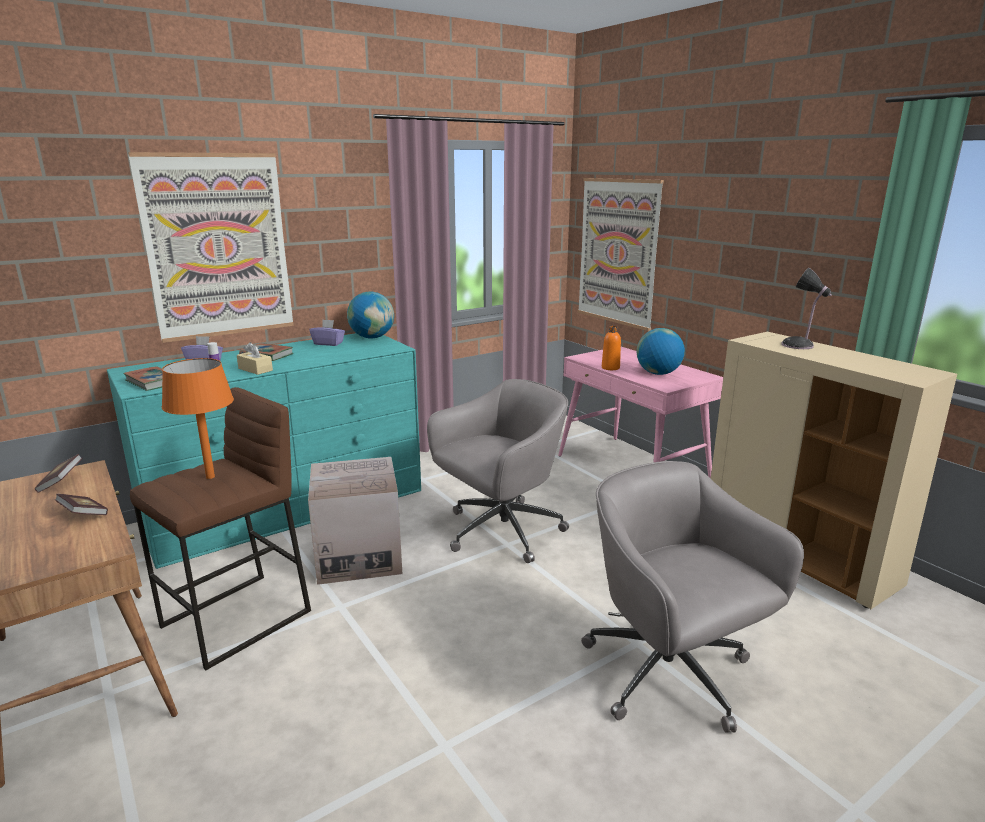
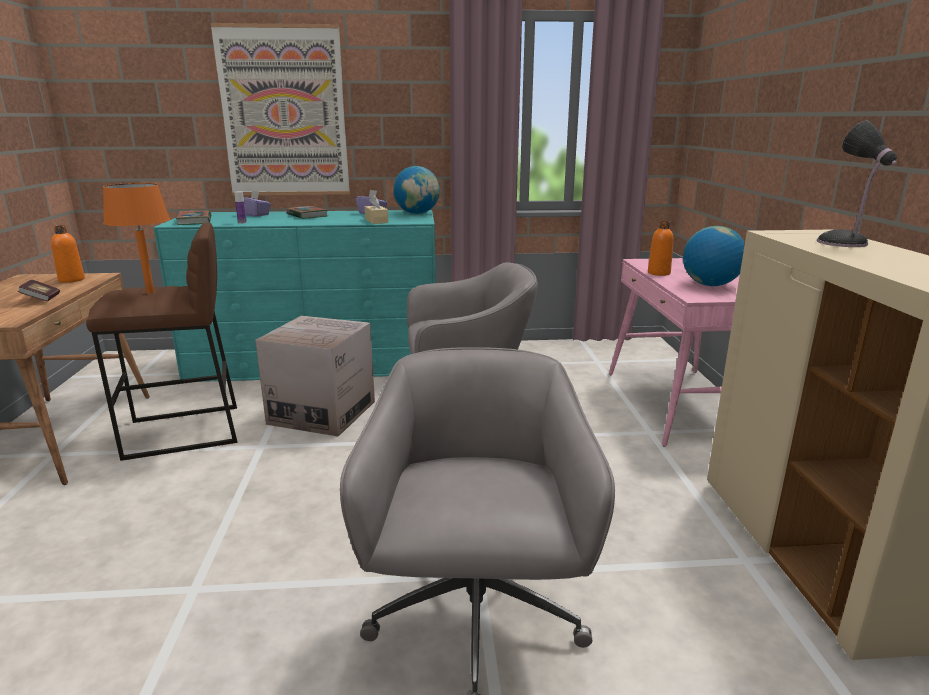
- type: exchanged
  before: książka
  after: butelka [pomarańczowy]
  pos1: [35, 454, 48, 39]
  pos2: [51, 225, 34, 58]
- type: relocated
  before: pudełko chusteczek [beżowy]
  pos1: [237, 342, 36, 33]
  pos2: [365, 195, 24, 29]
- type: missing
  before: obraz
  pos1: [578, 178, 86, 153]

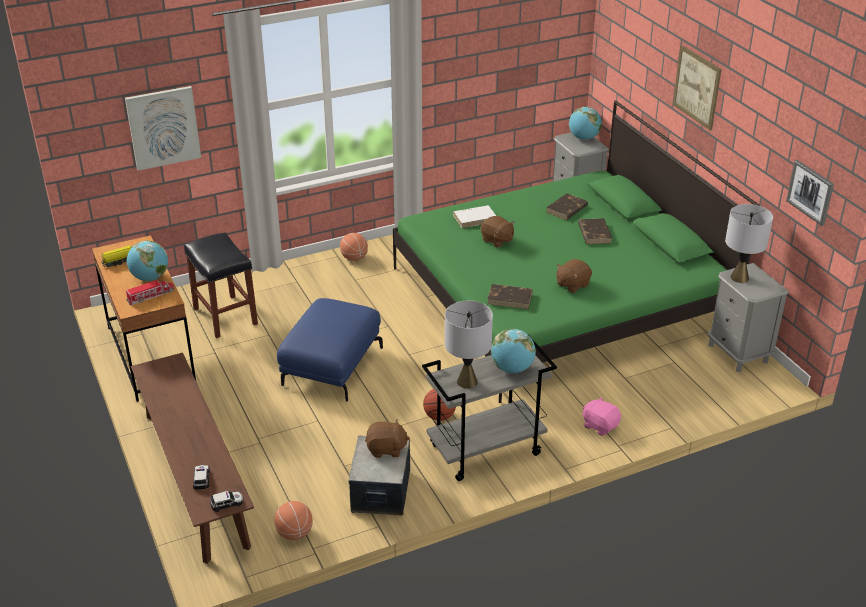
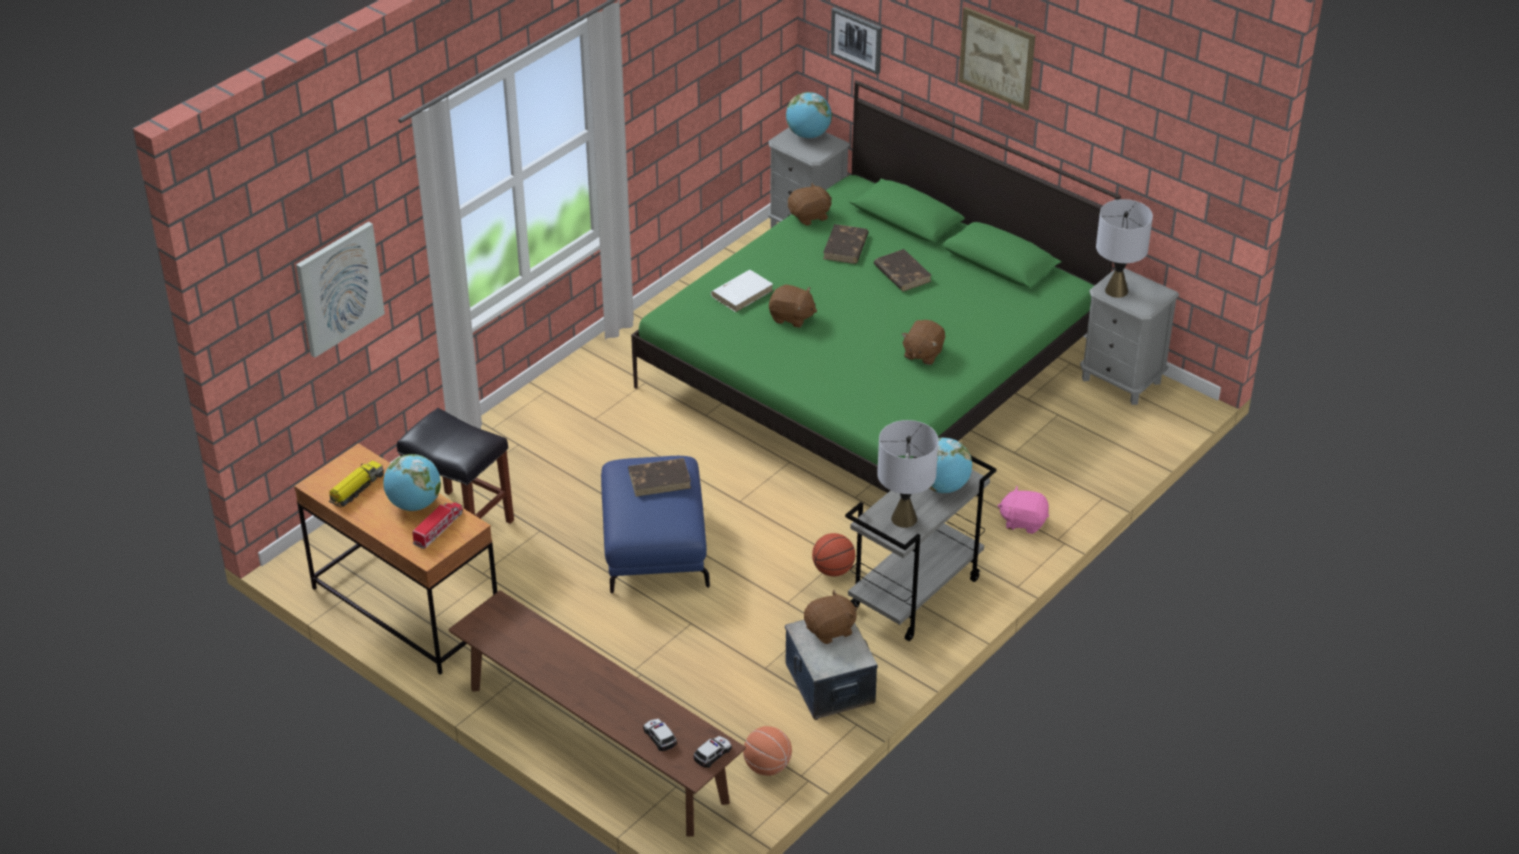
- type: missing
  before: piłka do koszykówki
  pos1: [340, 233, 28, 28]
- type: relocated
  before: książka [brązowy]
  pos1: [487, 284, 46, 25]
  pos2: [628, 458, 63, 39]
- type: relocated
  before: obraz
  pos1: [786, 160, 48, 66]
  pos2: [831, 7, 51, 68]
- type: appeared
  after: pluszak [brązowy]
  pos2: [788, 183, 44, 43]

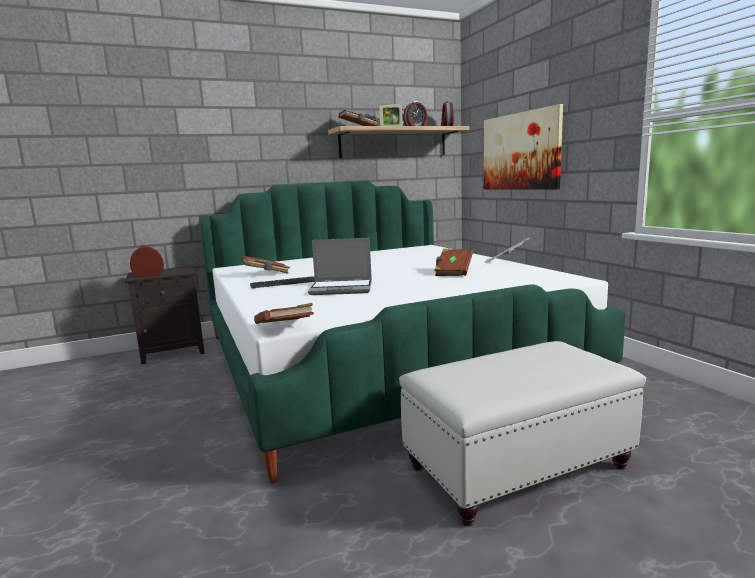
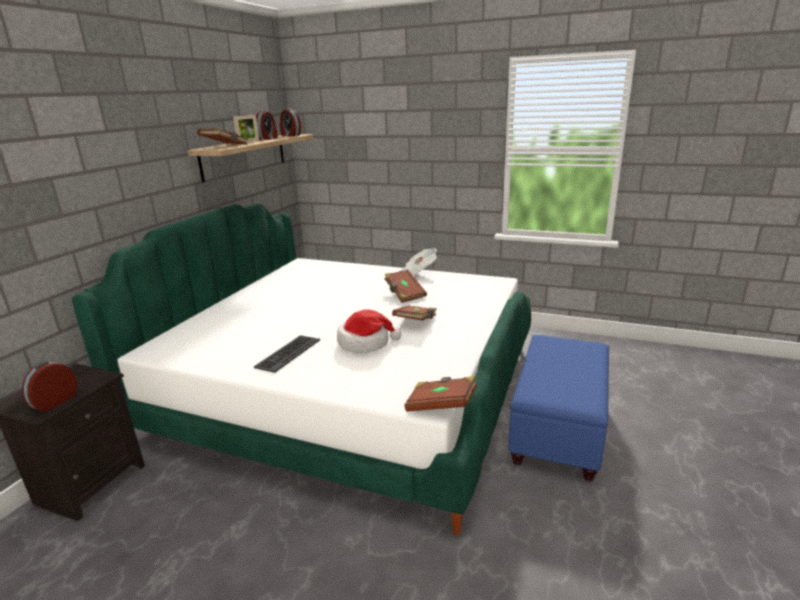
- type: relocated
  before: książka [brązowy]
  pos1: [242, 256, 48, 18]
  pos2: [392, 306, 45, 15]
- type: exchanged
  before: laptop
  after: kapelusz
  pos1: [308, 238, 64, 57]
  pos2: [337, 309, 64, 44]
- type: colour
  before: pufa [biały]
  after: pufa [niebieski]
  pos1: [399, 341, 247, 185]
  pos2: [508, 335, 101, 146]
- type: missing
  before: obraz
  pos1: [484, 104, 79, 85]

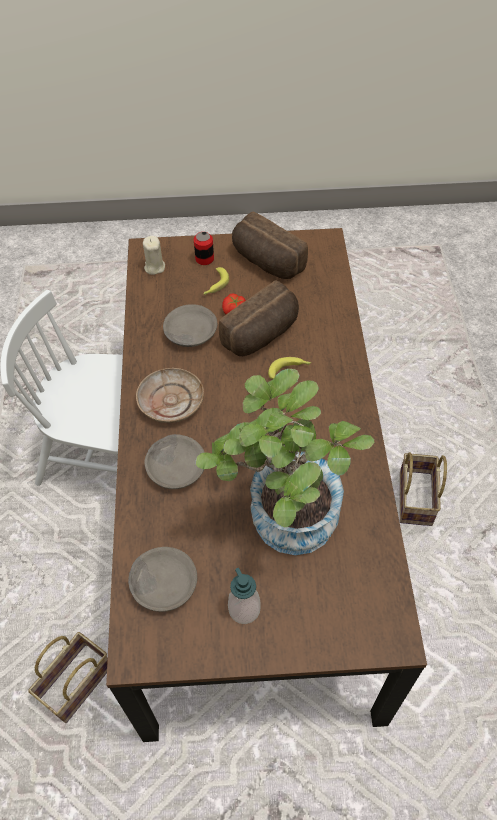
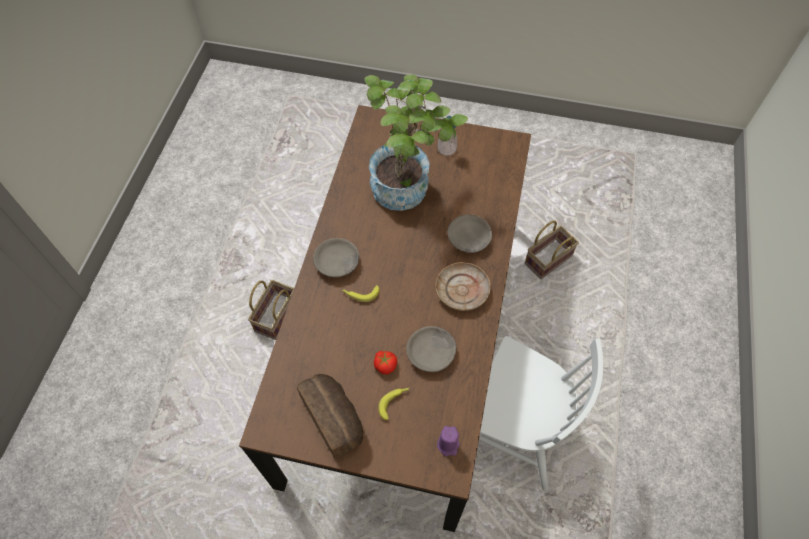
- type: relocated
  before: miska [szary]
  pos1: [128, 547, 69, 65]
  pos2: [313, 238, 46, 40]
- type: colour
  before: świeca [beżowy]
  after: świeca [fioletowy]
  pos1: [143, 236, 22, 39]
  pos2: [437, 426, 22, 30]
- type: missing
  before: puszka
  pos1: [194, 232, 20, 33]
- type: missing
  before: chleb
  pos1: [219, 280, 80, 76]

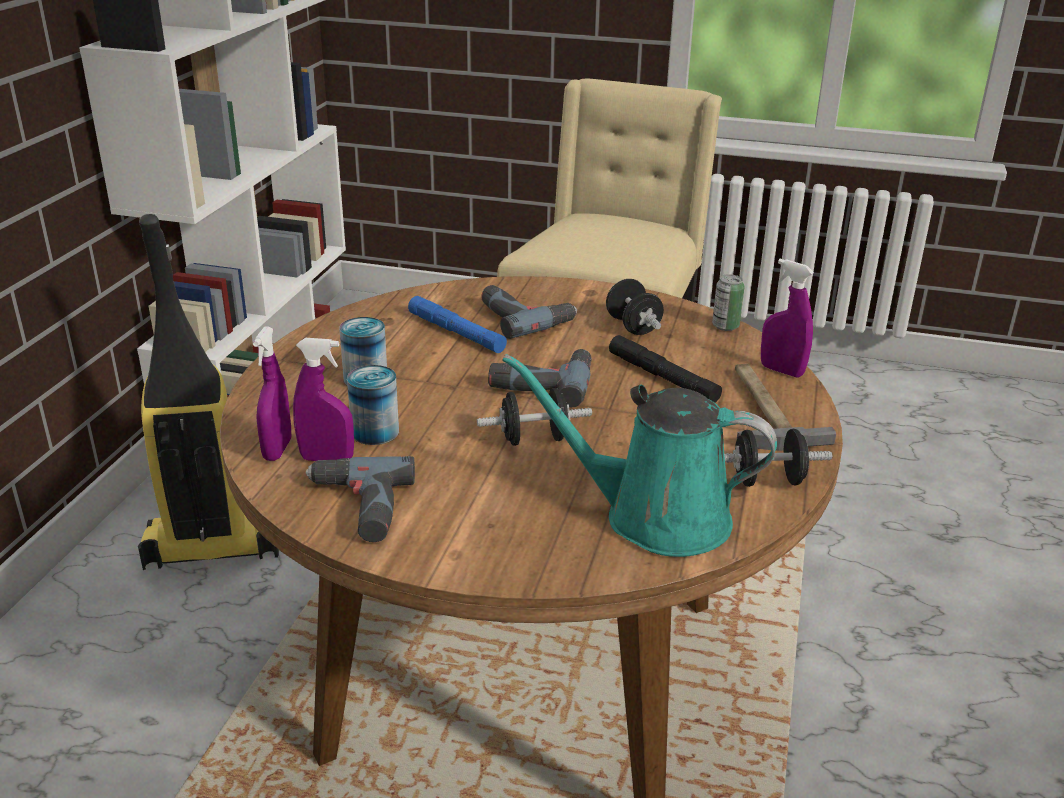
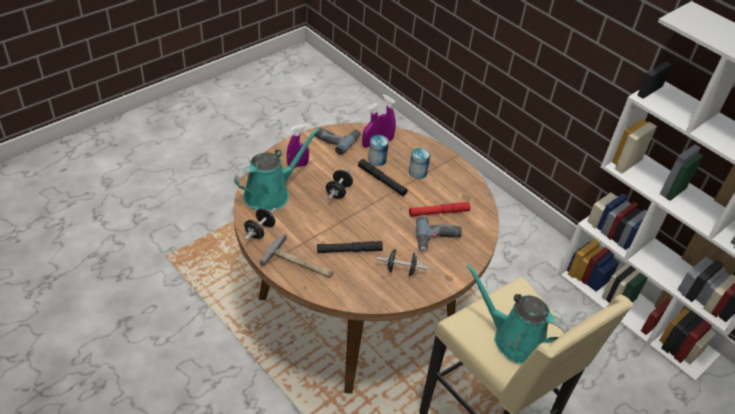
- type: missing
  before: odkurzacz
  pos1: [138, 214, 141, 356]
- type: colour
  before: latarka [niebieski]
  after: latarka [czerwony]
  pos1: [408, 296, 99, 57]
  pos2: [409, 202, 61, 15]
- type: missing
  before: wiertarka
  pos1: [488, 349, 104, 58]
- type: missing
  before: puszka
  pos1: [712, 274, 32, 57]
- type: relocated
  before: spryskiwacz [fioletowy]
  pos1: [761, 259, 53, 119]
  pos2: [287, 125, 22, 43]
- type: appeared
  after: latarka [czarny]
  pos2: [358, 159, 50, 37]
- type: appeared
  after: konewka [turkusowy]
  pos2: [466, 264, 103, 100]

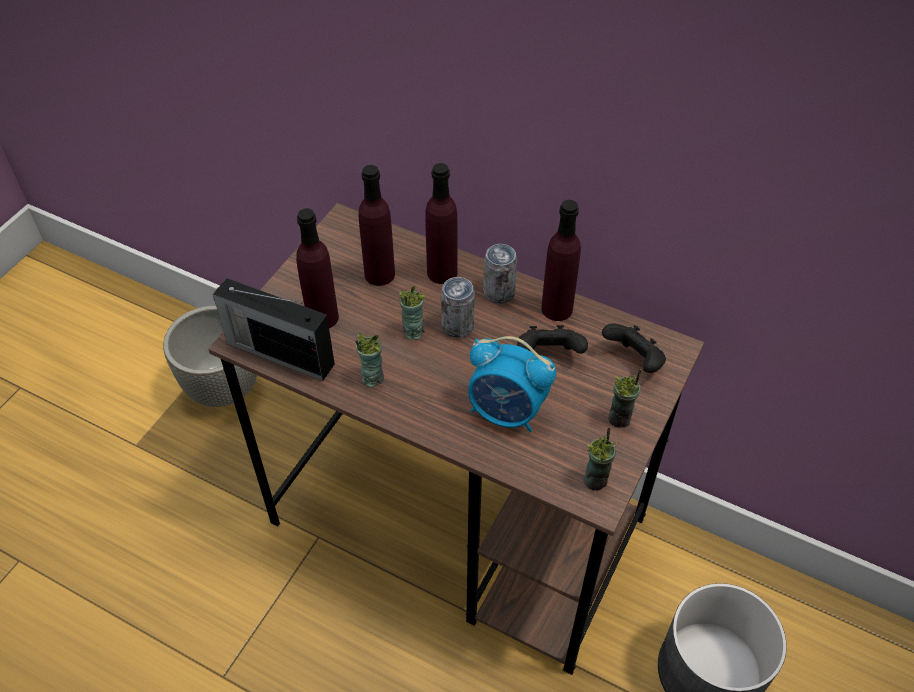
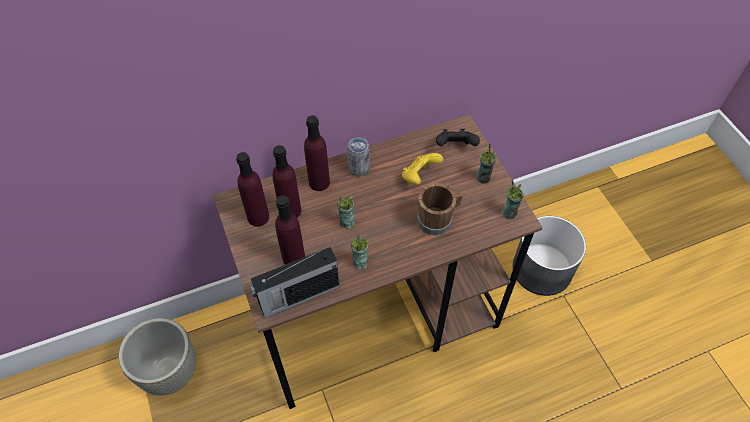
- type: missing
  before: puszka
  pos1: [441, 277, 34, 61]
- type: exchanged
  before: budzik
  after: kubek [brązowy]
  pos1: [468, 336, 88, 96]
  pos2: [417, 183, 46, 53]
- type: colour
  before: pad do gier [czarny]
  after: pad do gier [żółty]
  pos1: [517, 325, 71, 29]
  pos2: [402, 153, 41, 32]
- type: relocated
  before: butelka [fioletowy]
  pos1: [541, 200, 40, 121]
  pos2: [236, 152, 33, 75]

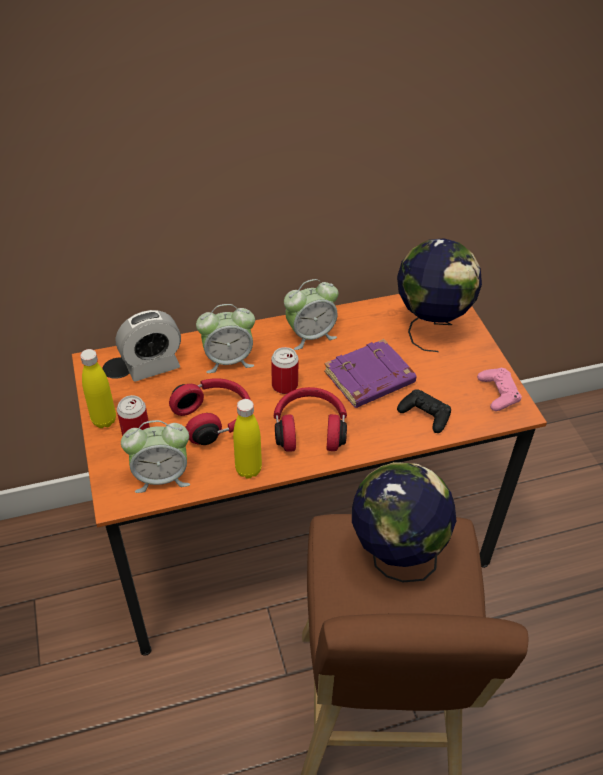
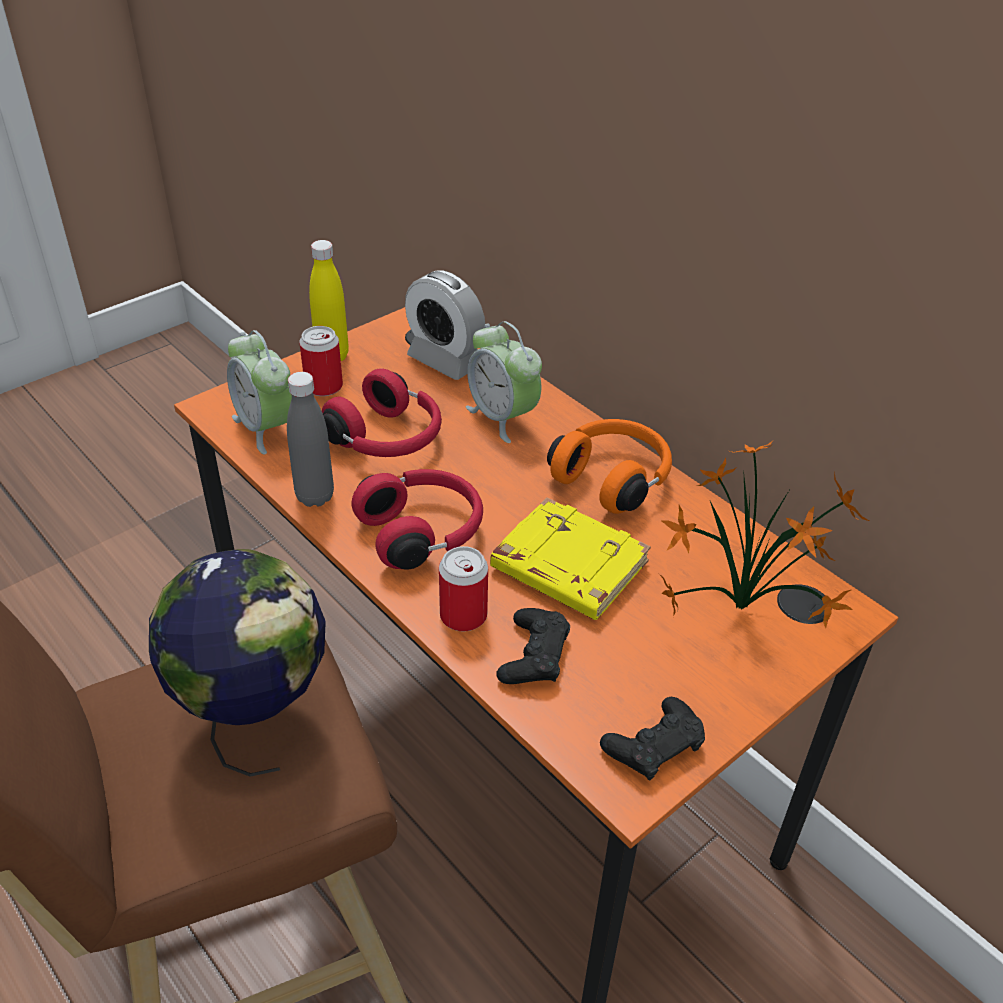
- type: colour
  before: butelka [żółty]
  after: butelka [szary]
  pos1: [233, 399, 29, 80]
  pos2: [287, 372, 47, 135]
- type: relocated
  before: puszka
  pos1: [271, 347, 28, 47]
  pos2: [439, 546, 49, 85]
- type: exchanged
  before: budzik
  after: słuchawki [pomarańczowy]
  pos1: [284, 279, 54, 71]
  pos2: [547, 419, 125, 95]
- type: colour
  before: książka [fioletowy]
  after: książka [żółty]
  pos1: [324, 339, 93, 69]
  pos2: [490, 497, 161, 123]
- type: exchanged
  before: globus
  after: roślina doniczkowa
  pos1: [397, 238, 85, 114]
  pos2: [659, 441, 210, 187]
- type: colour
  before: pad do gier [różowy]
  after: pad do gier [czarny]
  pos1: [477, 368, 45, 43]
  pos2: [600, 697, 105, 83]

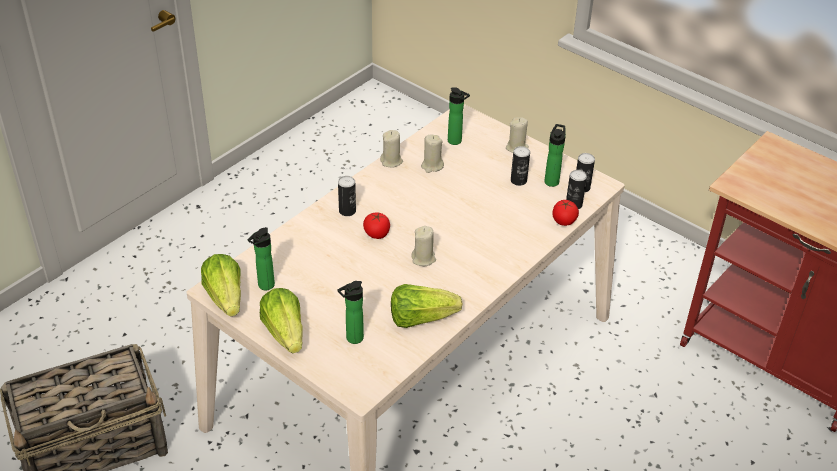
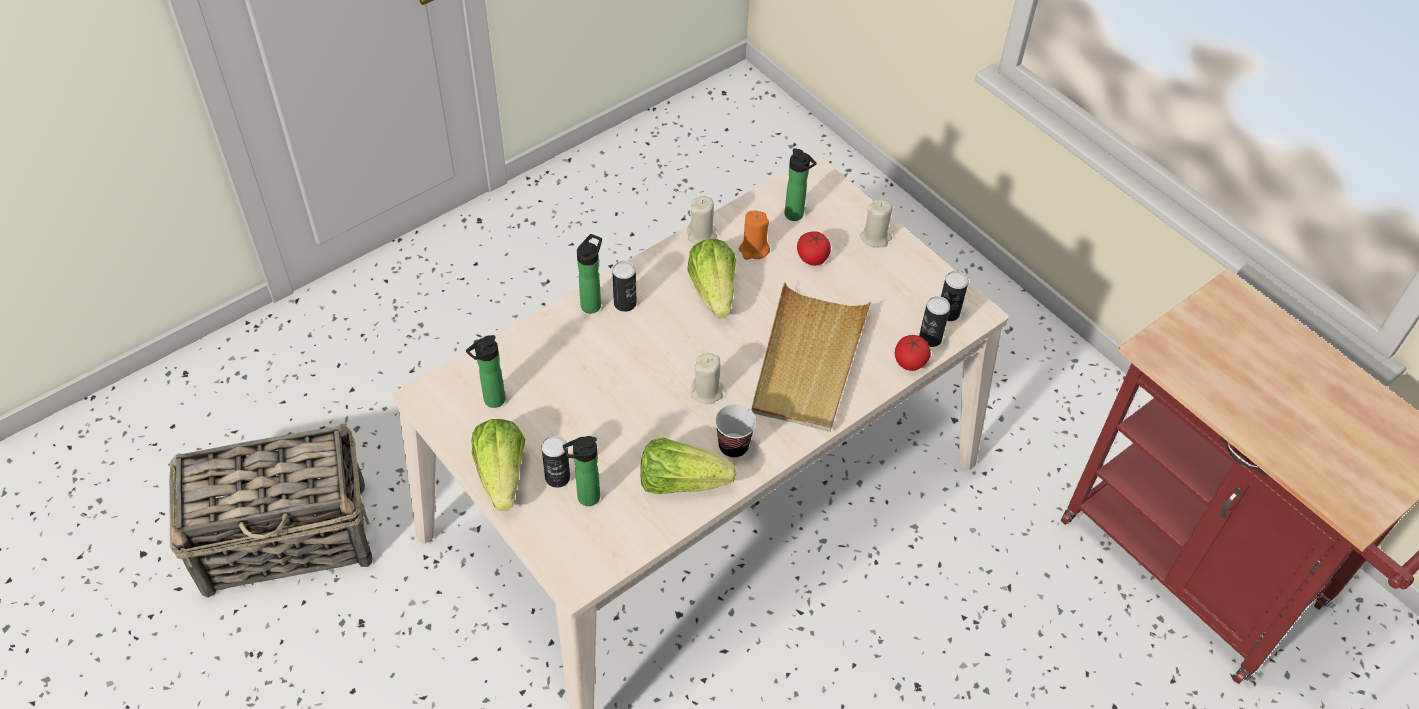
- type: relocated
  before: sałata
  pos1: [201, 254, 40, 63]
  pos2: [687, 239, 49, 79]
- type: relocated
  before: pomidor
  pos1: [363, 212, 27, 27]
  pos2: [797, 232, 34, 34]
- type: colour
  before: świeca [beżowy]
  after: świeca [pomarańczowy]
  pos1: [421, 134, 23, 39]
  pos2: [739, 210, 31, 50]
- type: relocated
  before: puszka
  pos1: [511, 146, 19, 40]
  pos2: [541, 435, 29, 53]
- type: relocated
  before: butelka
  pos1: [544, 124, 22, 63]
  pos2: [577, 234, 25, 80]
- type: appeared
  after: filiżanka
  pos2: [715, 404, 41, 54]
- type: appeared
  after: taca [beżowy]
  pos2: [751, 282, 120, 150]

